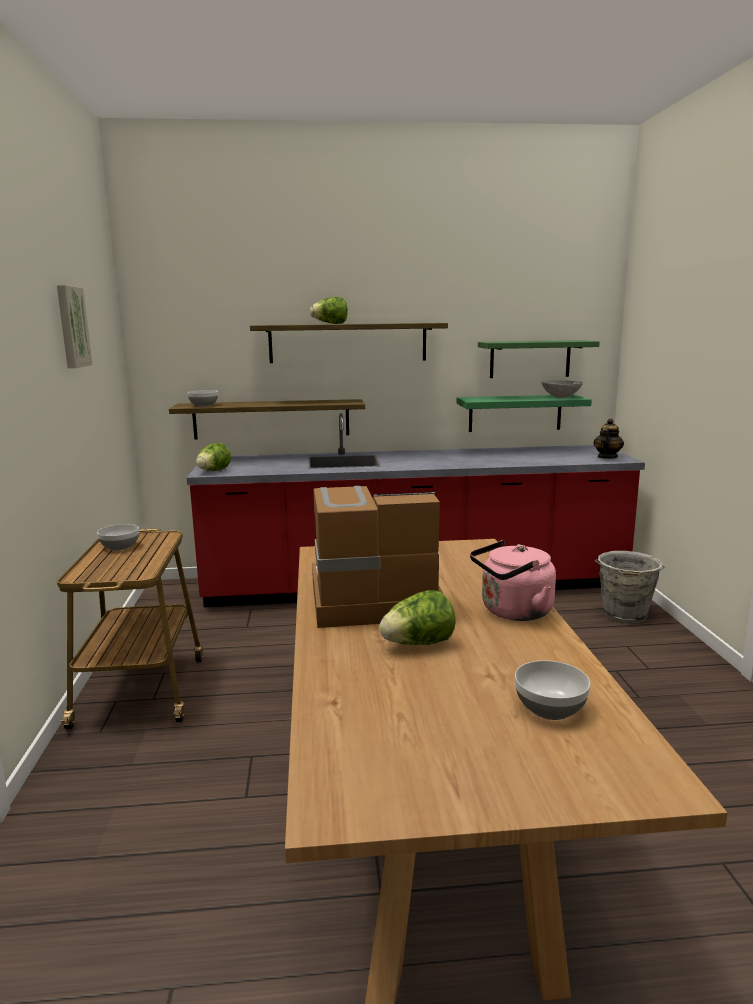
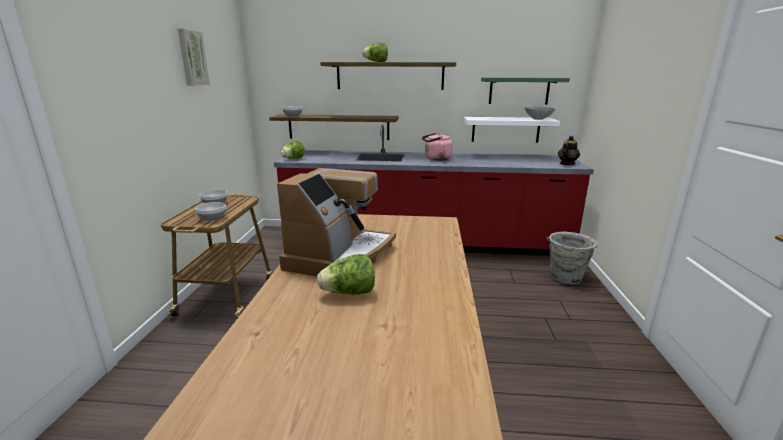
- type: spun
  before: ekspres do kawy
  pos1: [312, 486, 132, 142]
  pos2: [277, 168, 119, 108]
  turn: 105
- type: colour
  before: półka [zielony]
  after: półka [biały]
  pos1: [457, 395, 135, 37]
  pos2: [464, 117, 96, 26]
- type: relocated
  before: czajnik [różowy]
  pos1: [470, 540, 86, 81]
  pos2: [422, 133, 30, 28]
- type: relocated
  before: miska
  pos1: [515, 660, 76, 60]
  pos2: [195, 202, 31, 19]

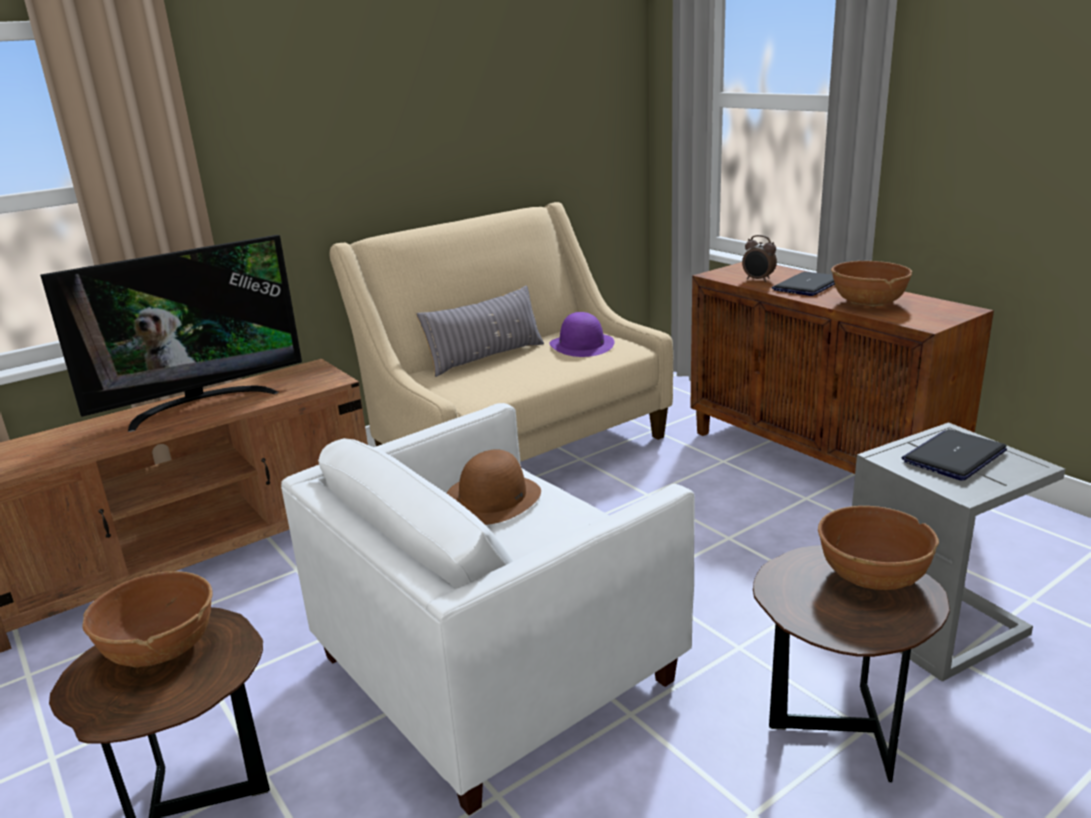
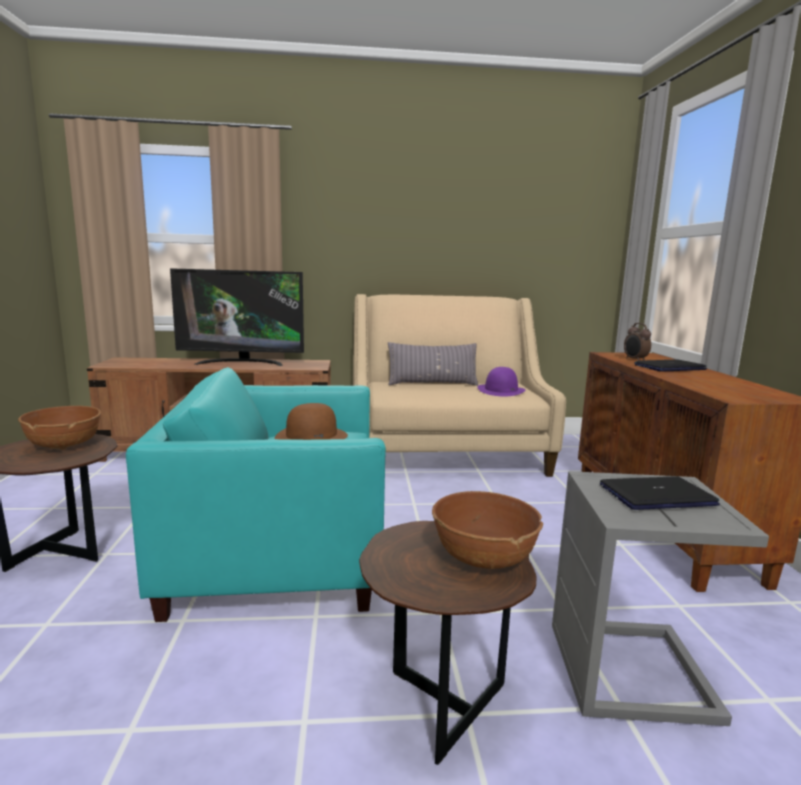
- type: colour
  before: fotel [biały]
  after: fotel [turkusowy]
  pos1: [281, 403, 414, 412]
  pos2: [126, 367, 260, 255]
- type: missing
  before: miska [brązowy]
  pos1: [831, 261, 81, 46]

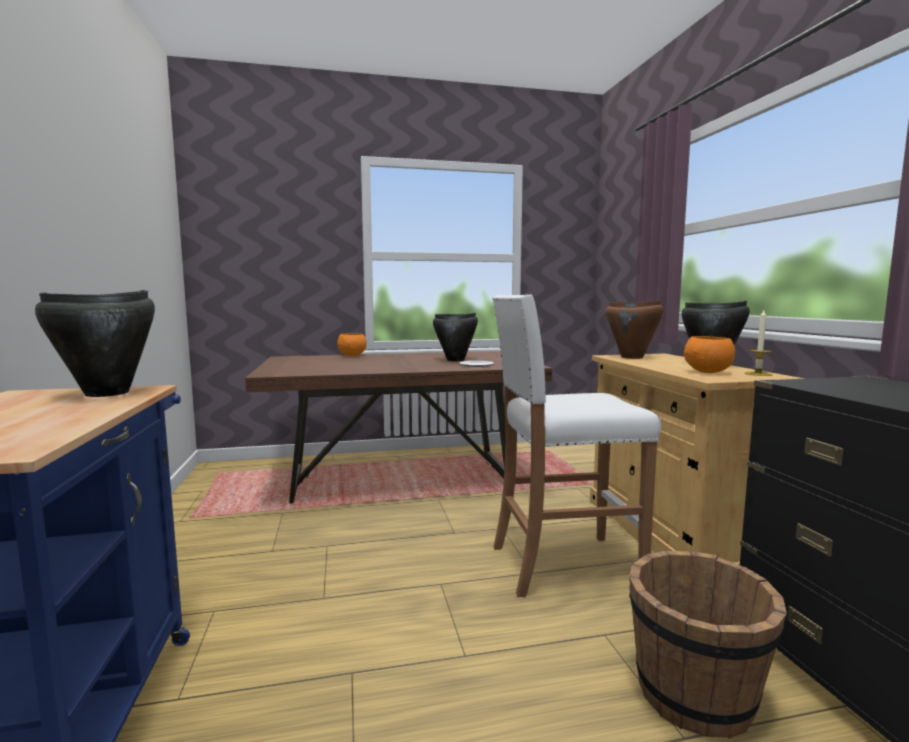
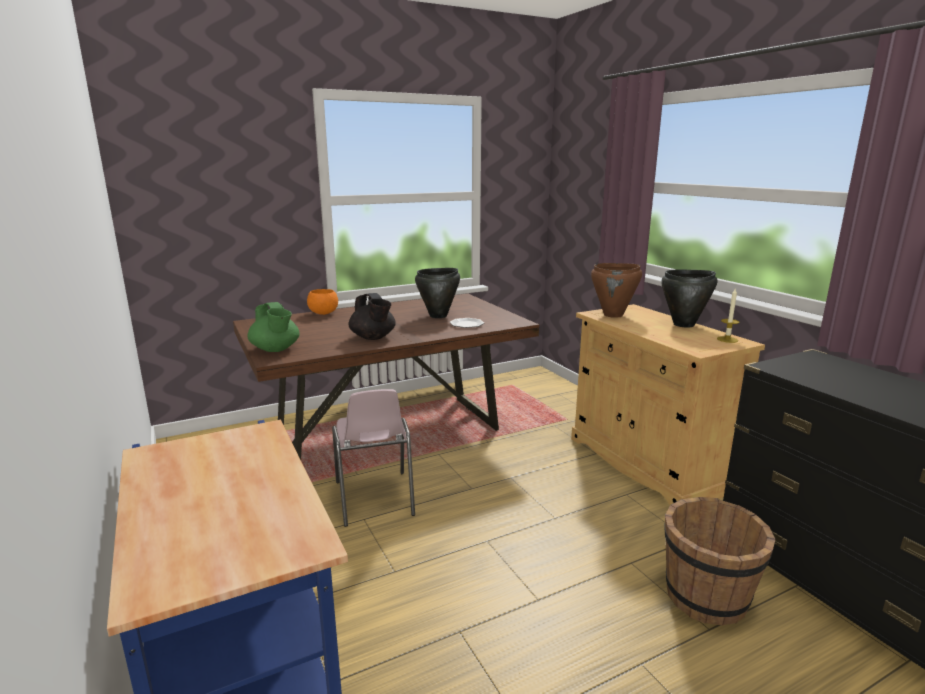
- type: missing
  before: garnek [czarny]
  pos1: [35, 290, 120, 107]
- type: missing
  before: stołek [biały]
  pos1: [492, 294, 169, 303]
- type: missing
  before: miska [pomarańczowy]
  pos1: [684, 336, 51, 37]
- type: appeared
  after: imbryk [zielony]
  pos2: [247, 302, 53, 50]
- type: appeared
  after: krzesło [różowy]
  pos2: [332, 389, 83, 138]
- type: appeared
  after: imbryk [czarny]
  pos2: [348, 293, 48, 47]

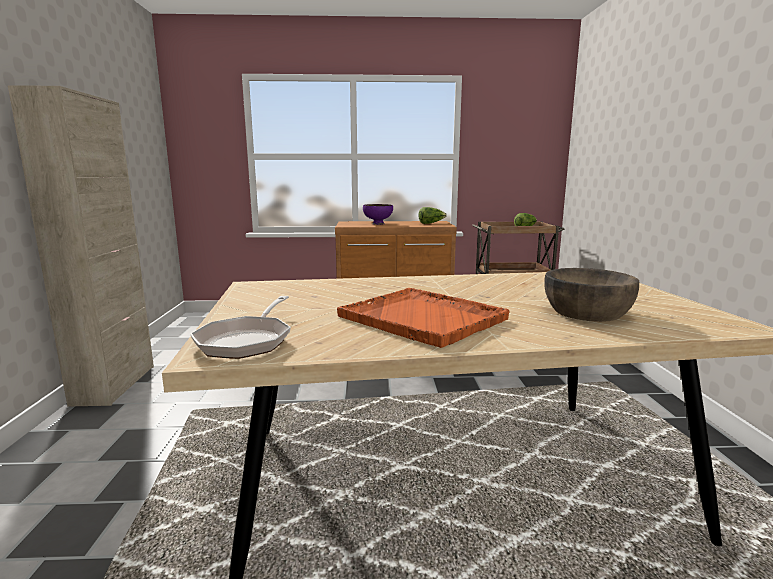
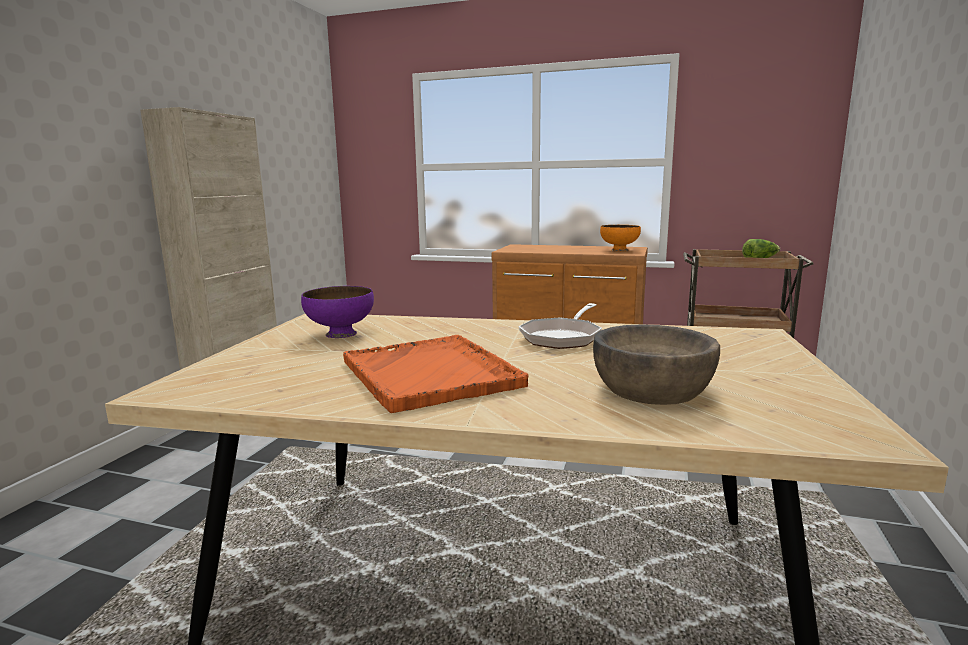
- type: relocated
  before: patelnia
  pos1: [190, 296, 101, 63]
  pos2: [518, 303, 84, 46]
- type: relocated
  before: miska [fioletowy]
  pos1: [363, 204, 30, 21]
  pos2: [301, 286, 73, 52]
- type: exchanged
  before: sałata
  after: miska [pomarańczowy]
  pos1: [419, 207, 28, 17]
  pos2: [600, 225, 41, 26]

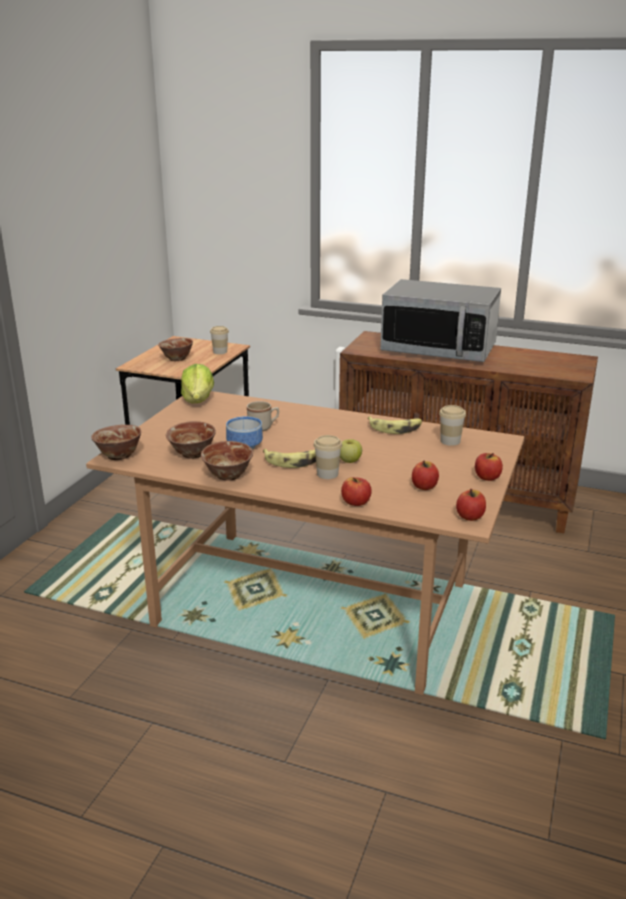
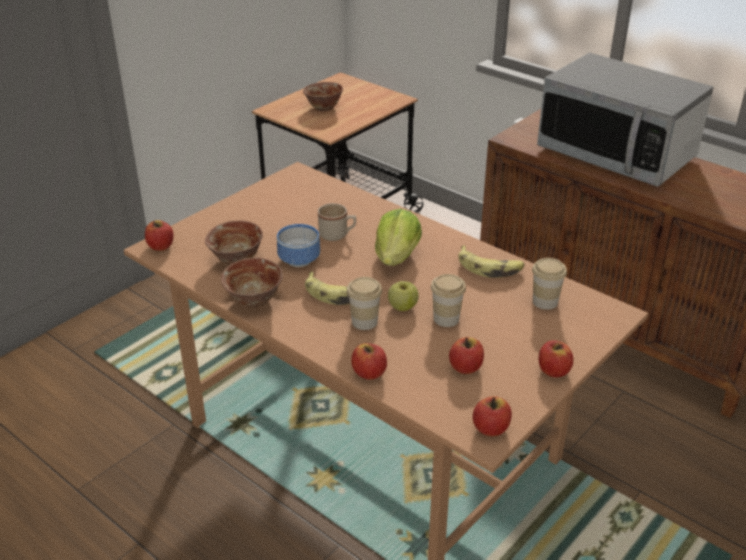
- type: exchanged
  before: miska
  after: jabłko
  pos1: [91, 424, 50, 36]
  pos2: [145, 220, 28, 31]
- type: relocated
  before: sałata
  pos1: [181, 364, 33, 39]
  pos2: [375, 209, 47, 57]
- type: relocated
  before: filiżanka
  pos1: [210, 326, 19, 28]
  pos2: [431, 274, 35, 53]

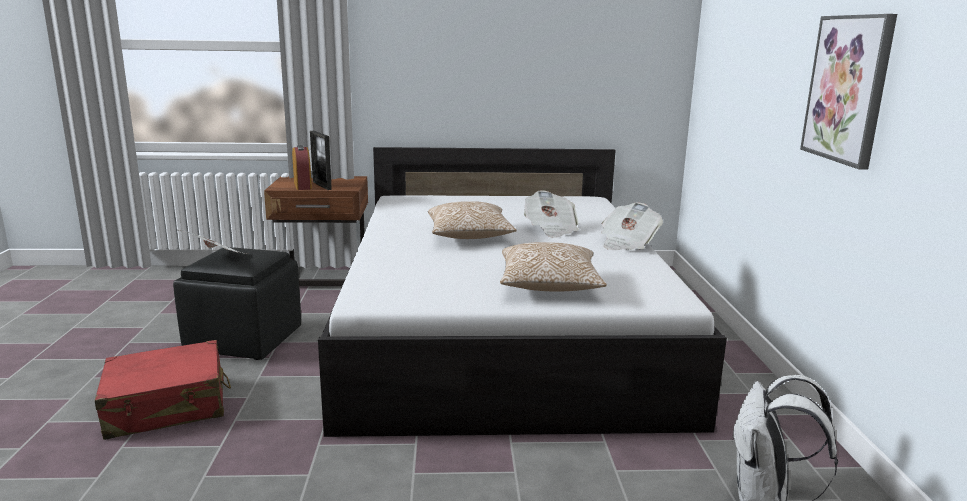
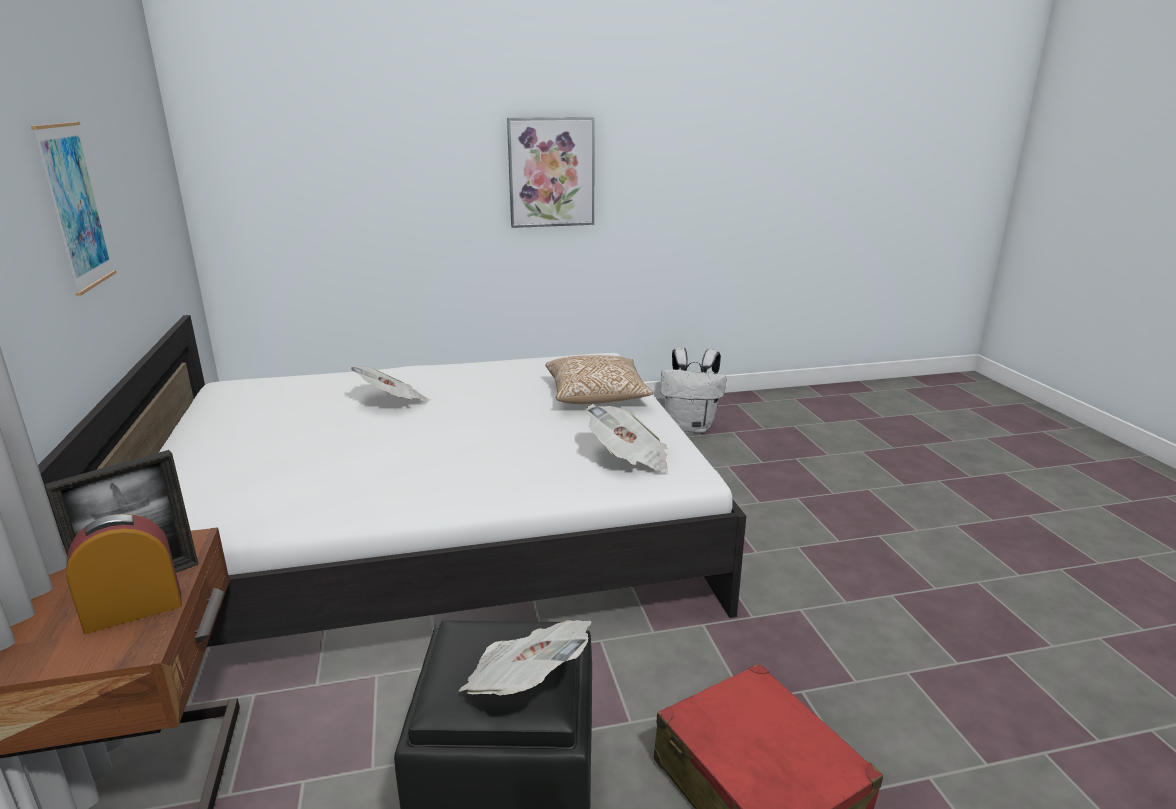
- type: missing
  before: poduszka
  pos1: [428, 201, 89, 38]
- type: relocated
  before: gazeta
  pos1: [601, 202, 62, 48]
  pos2: [586, 405, 82, 68]
- type: appeared
  after: obraz
  pos2: [31, 122, 86, 174]

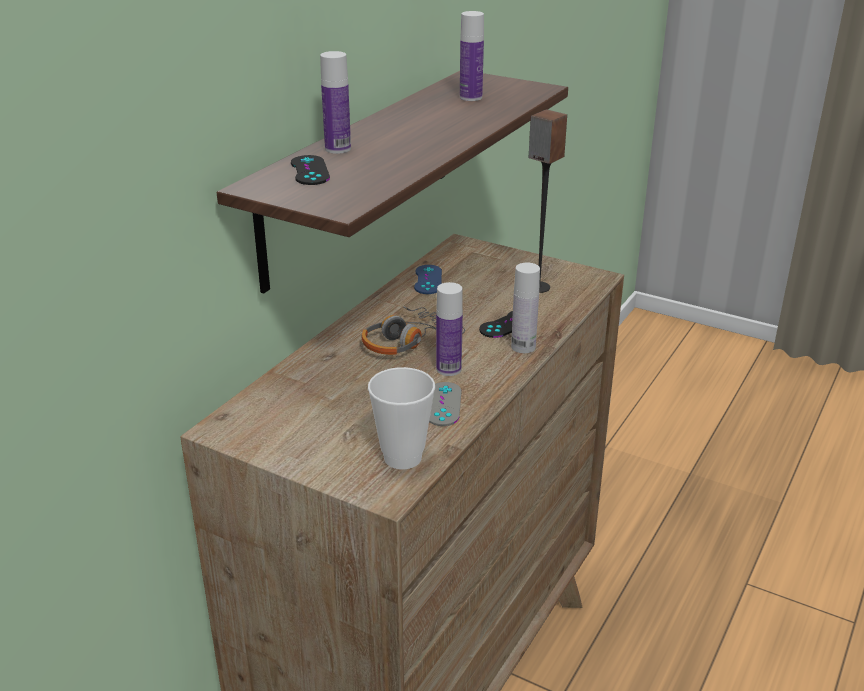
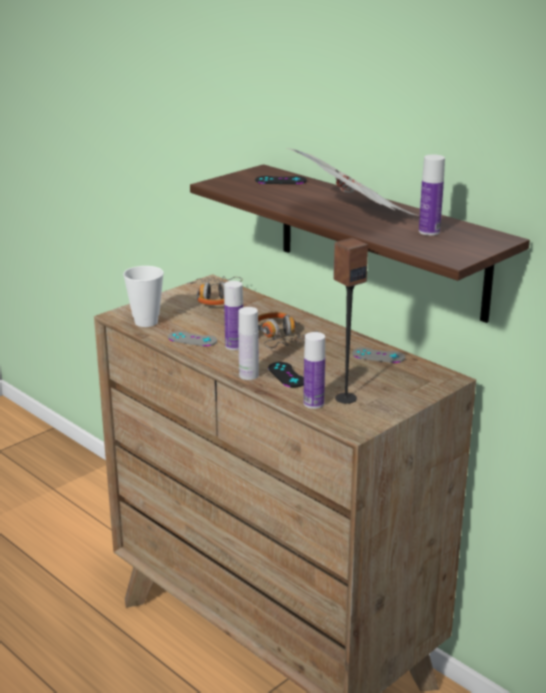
- type: relocated
  before: butelka
  pos1: [320, 51, 31, 103]
  pos2: [303, 332, 22, 77]
- type: colour
  before: pad do gier [niebieski]
  after: pad do gier [szary]
  pos1: [414, 265, 28, 29]
  pos2: [352, 347, 53, 16]
- type: appeared
  after: słuchawki
  pos2: [190, 276, 53, 29]
- type: appeared
  after: gazeta
  pos2: [287, 148, 129, 67]

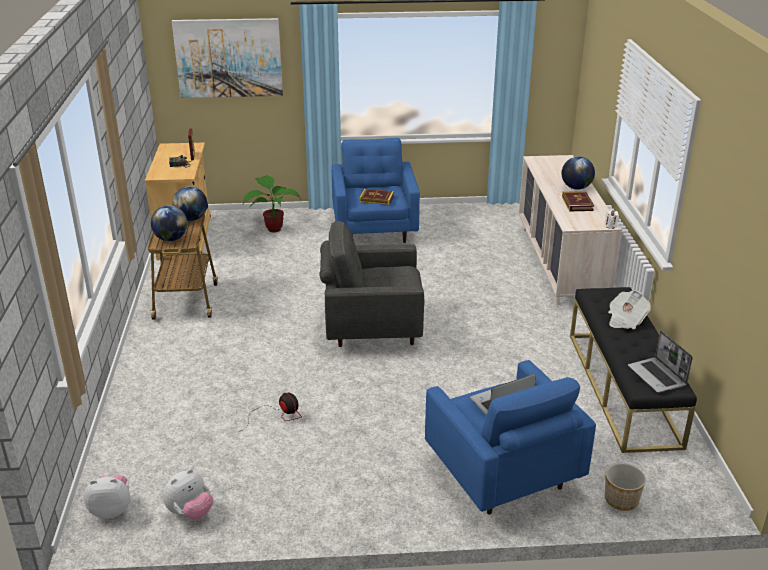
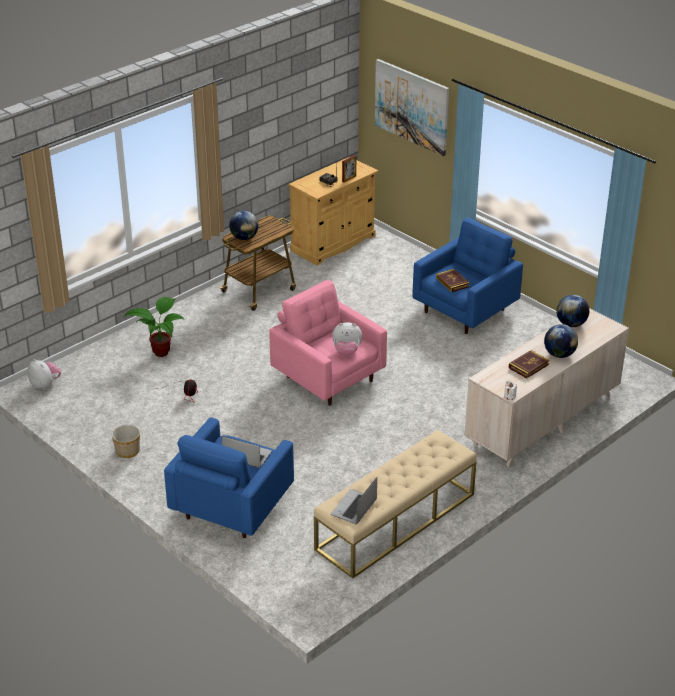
- type: relocated
  before: pluszak
  pos1: [163, 469, 50, 51]
  pos2: [332, 322, 30, 34]
- type: relocated
  before: globus
  pos1: [172, 186, 35, 35]
  pos2: [556, 295, 33, 32]
- type: relocated
  before: roślina doniczkowa
  pos1: [243, 176, 58, 56]
  pos2: [124, 297, 61, 60]
- type: colour
  before: fotel [szary]
  after: fotel [różowy]
  pos1: [320, 221, 105, 126]
  pos2: [269, 280, 118, 126]
- type: colour
  before: ławka [czarny]
  after: ławka [beżowy]
  pos1: [570, 287, 127, 166]
  pos2: [314, 430, 163, 148]
- type: relocated
  before: donica
  pos1: [605, 463, 41, 48]
  pos2: [112, 425, 28, 33]
- type: missing
  before: gazeta
  pos1: [608, 290, 43, 39]

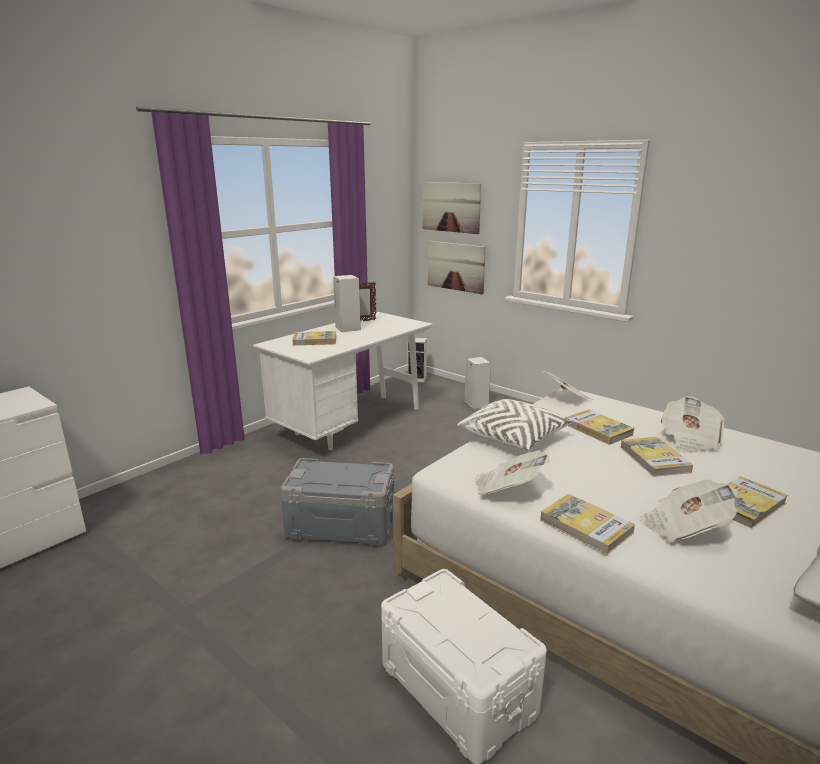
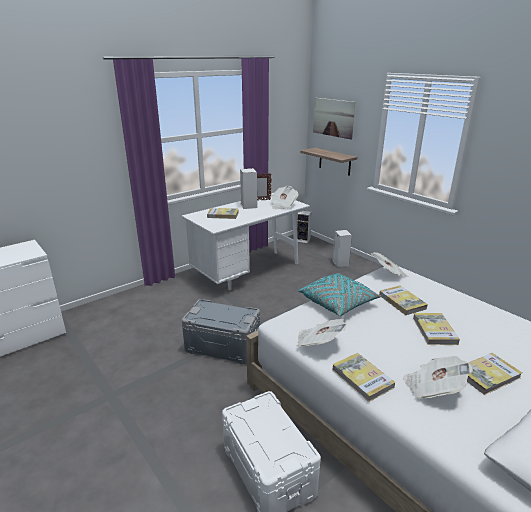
- type: exchanged
  before: obraz
  after: półka
  pos1: [428, 241, 58, 53]
  pos2: [300, 148, 57, 28]
- type: colour
  before: poduszka [biały]
  after: poduszka [turkusowy]
  pos1: [457, 399, 116, 52]
  pos2: [298, 273, 84, 43]
- type: relocated
  before: gazeta
  pos1: [661, 396, 64, 57]
  pos2: [271, 186, 28, 23]

